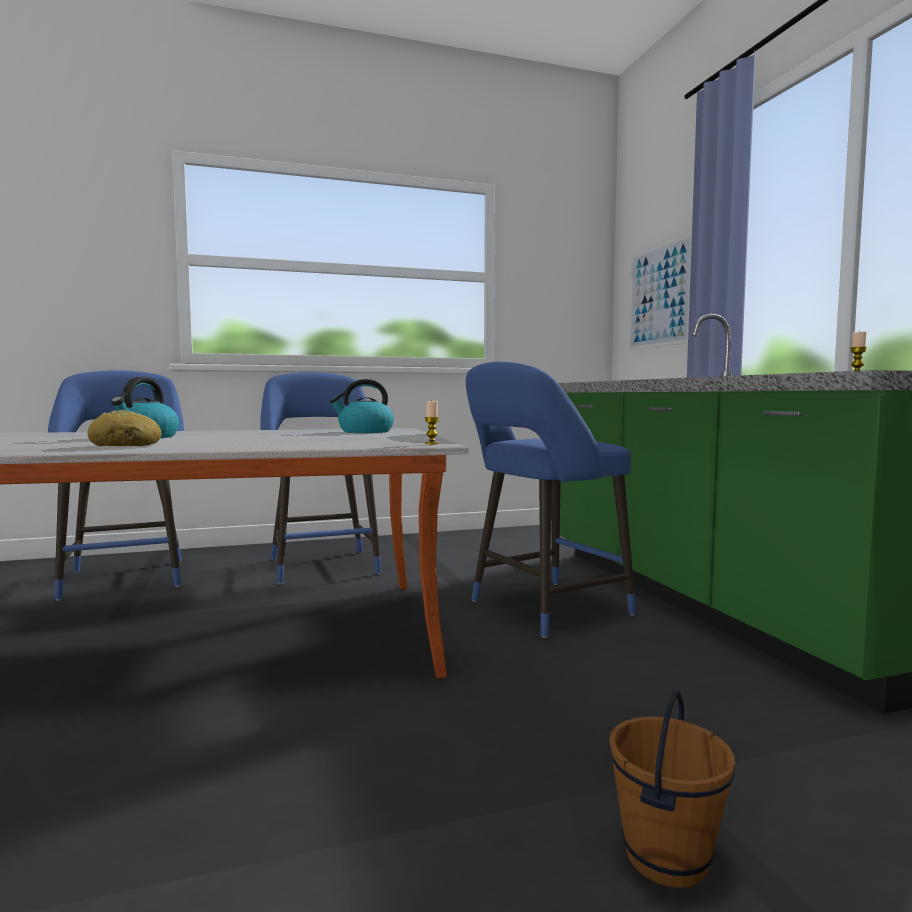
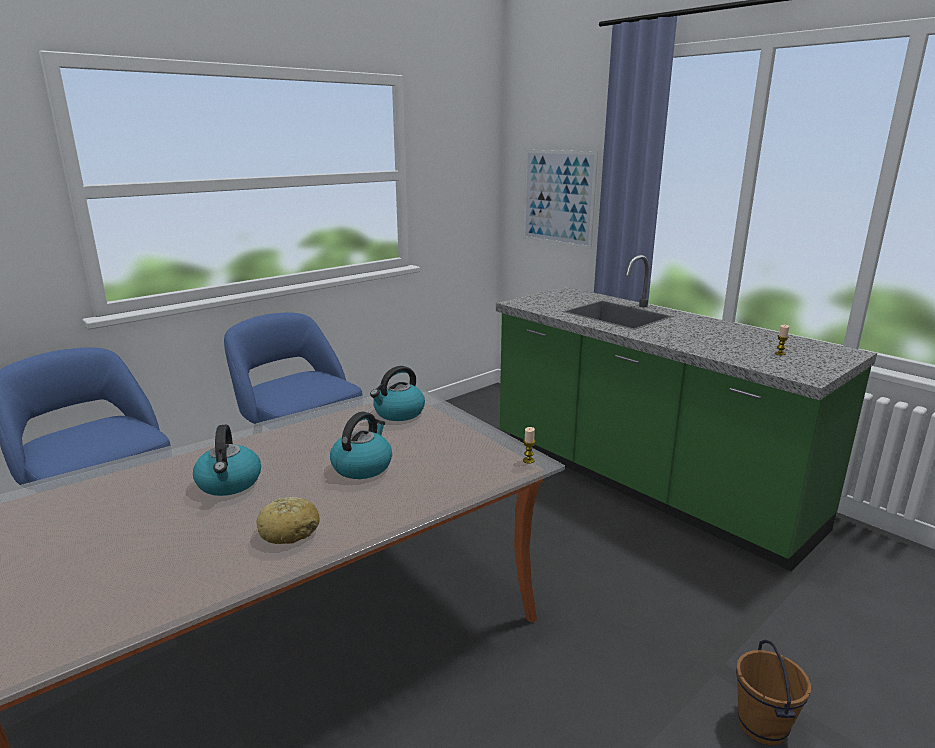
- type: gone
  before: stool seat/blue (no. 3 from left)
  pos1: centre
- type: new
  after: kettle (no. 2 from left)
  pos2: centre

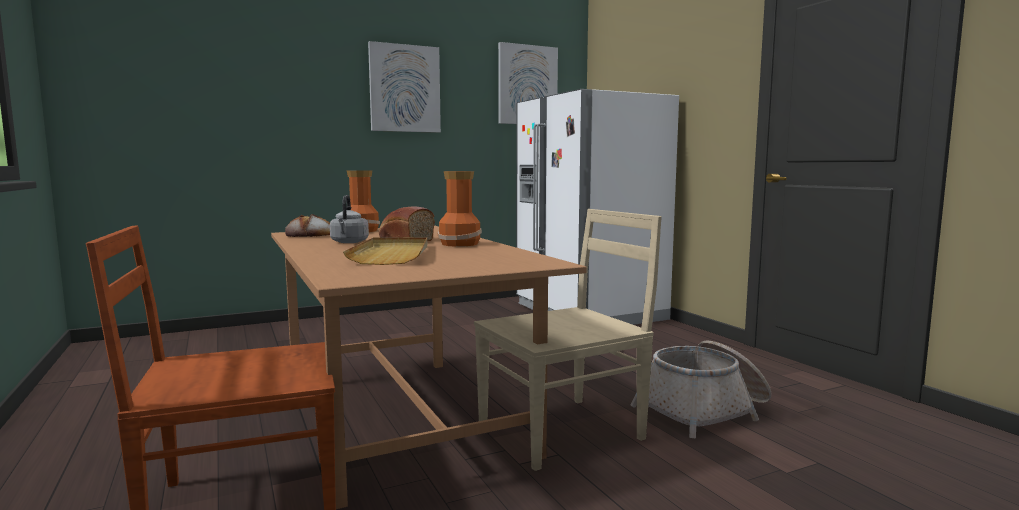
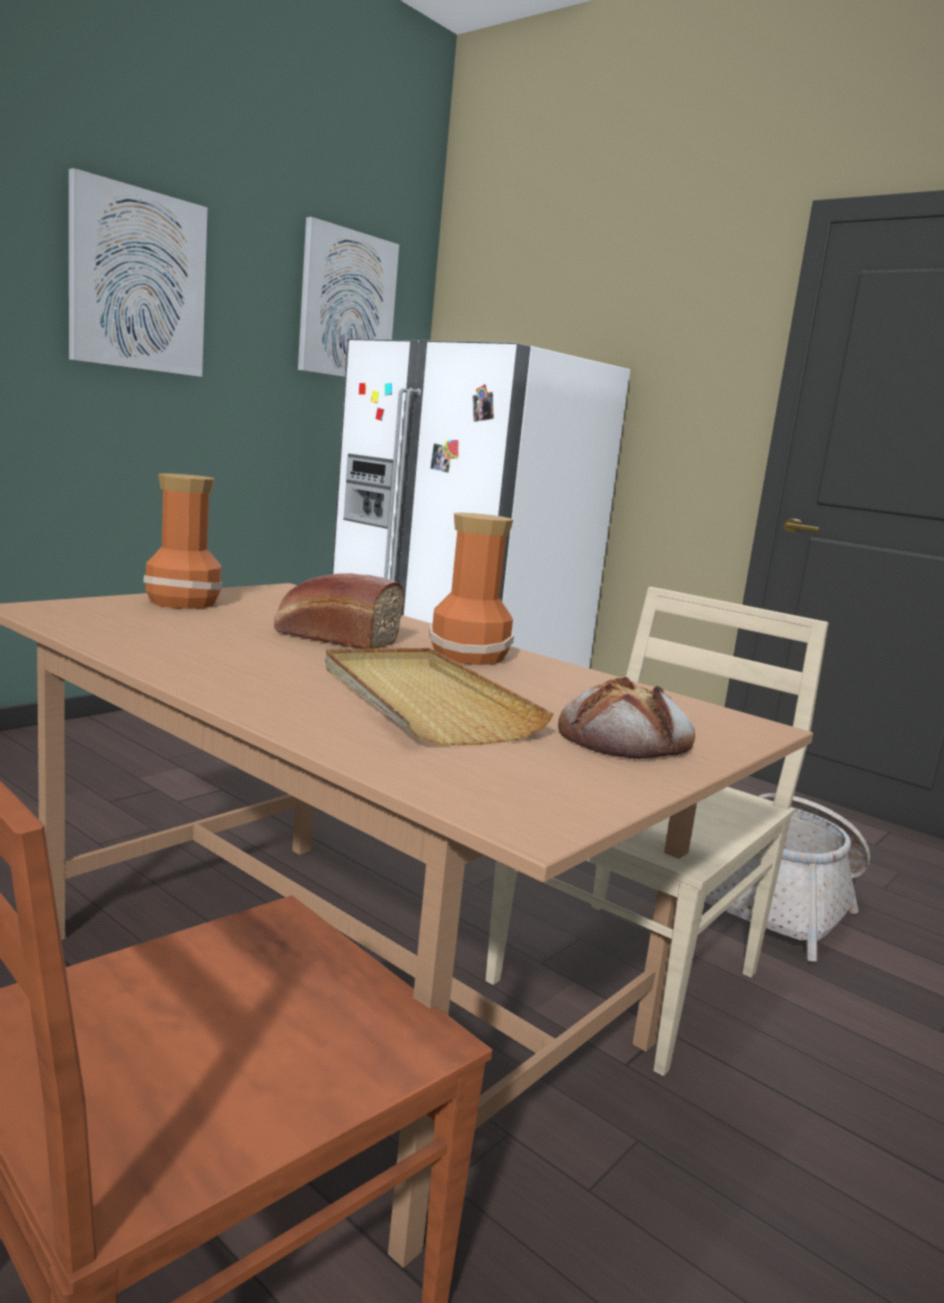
- type: gone
  before: kettle/greyish
  pos1: centre
- type: shifted
  before: bread (no. 1 from left in the first image)
  after: bread (no. 2 from left)
  pos1: middle left
  pos2: centre

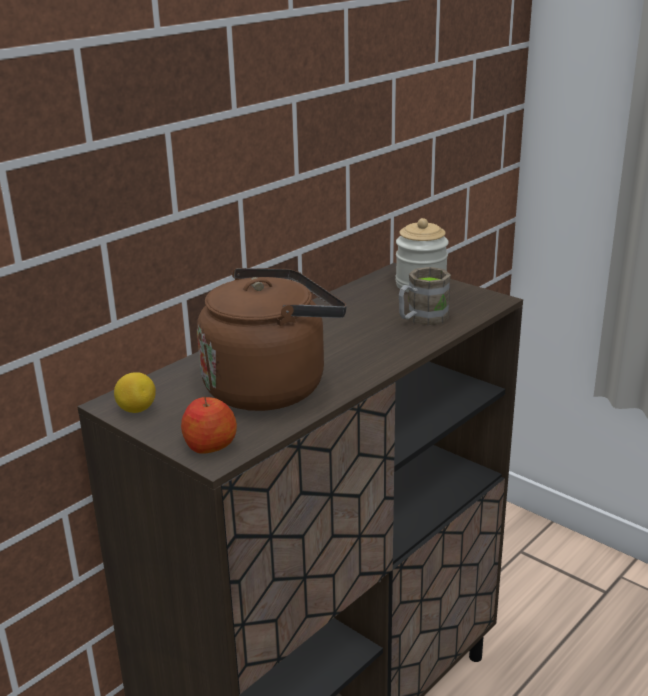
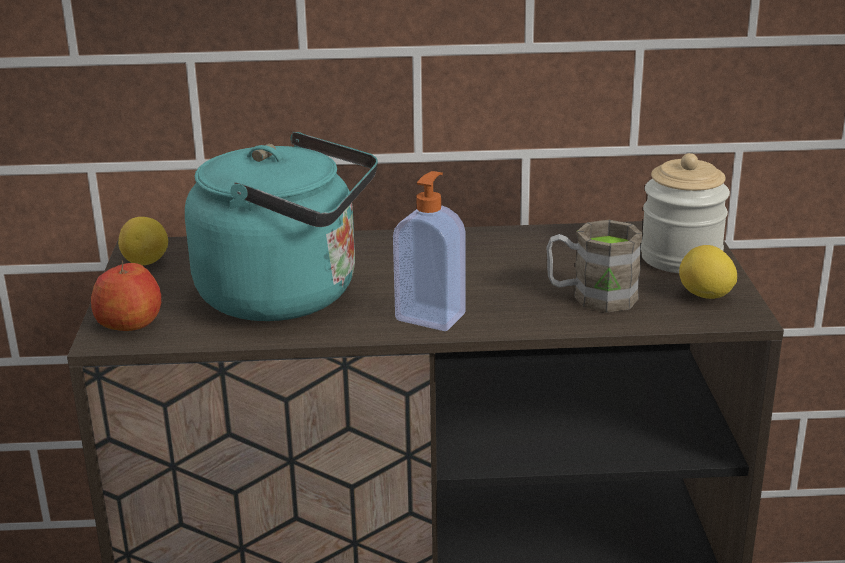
- type: new
  after: soap dispenser
  pos2: centre
- type: new
  after: lemon (no. 2 from left)
  pos2: middle right
- type: repainted
  before: kettle/brown-coloured
  after: kettle/blue-green
  pos1: centre
  pos2: middle left

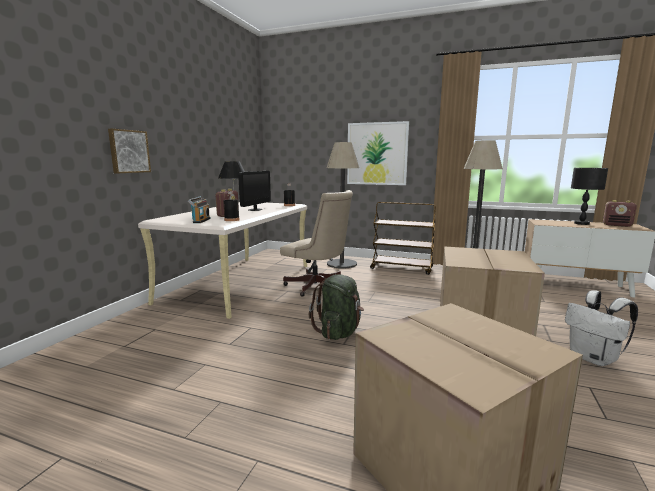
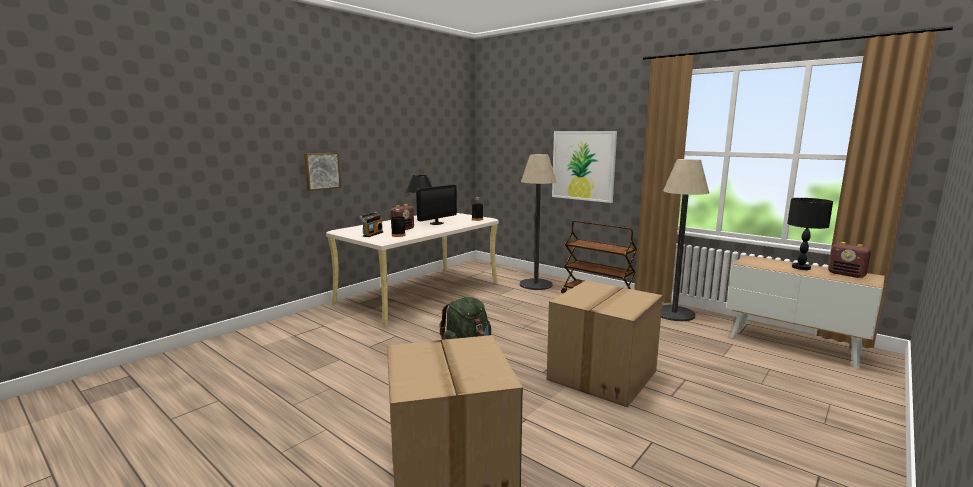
- type: gone
  before: office chair/sand-coloured
  pos1: centre
- type: gone
  before: backpack/white-coloured
  pos1: bottom right

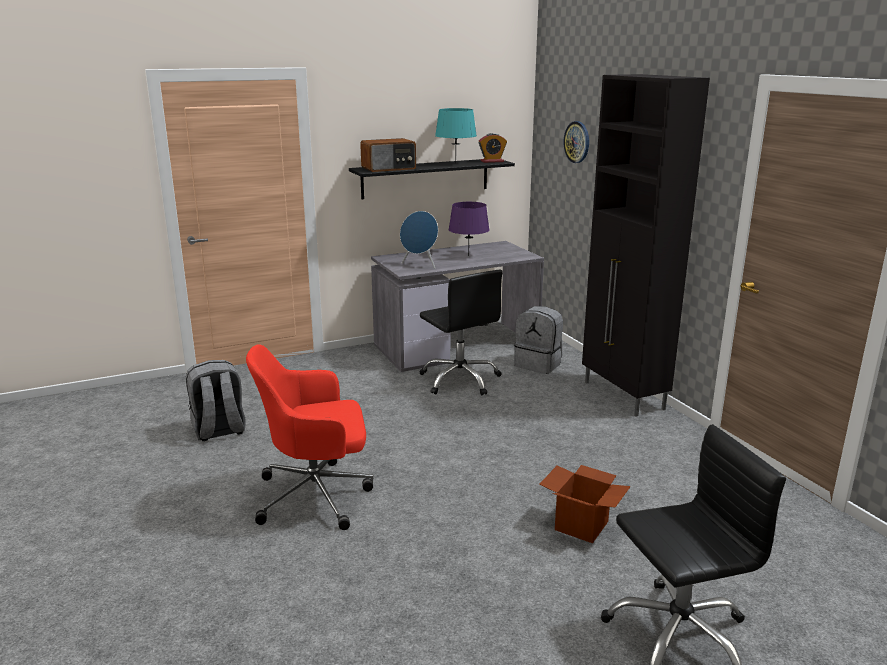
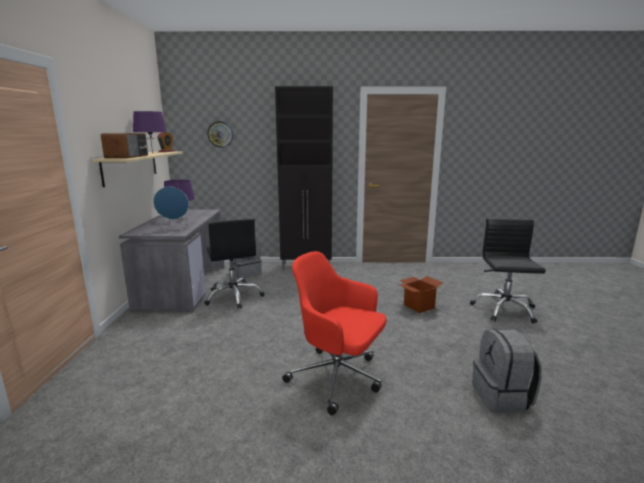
- type: shifted
  before: backpack/greyish (no. 1 from left in the first image)
  after: backpack/greyish (no. 2 from left)
  pos1: middle left
  pos2: bottom right
- type: repainted
  before: wall shelf/black
  after: wall shelf/sand-coloured
  pos1: top centre
  pos2: middle left
- type: repainted
  before: table lamp/blue-green
  after: table lamp/purple (no. 1 from left)
  pos1: top centre
  pos2: top left
- type: rotated
  before: office chair/reddish
  pos1: centre
  pos2: bottom centre
  turn: 105
- type: rotated
  before: office chair/black (no. 1 from left)
  pos1: centre
  pos2: centre
  turn: 75

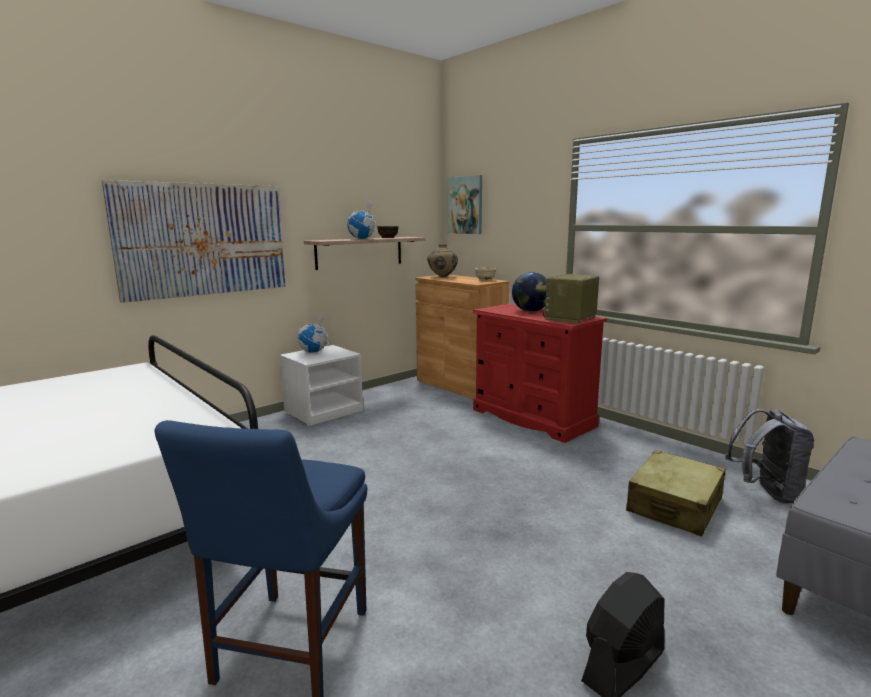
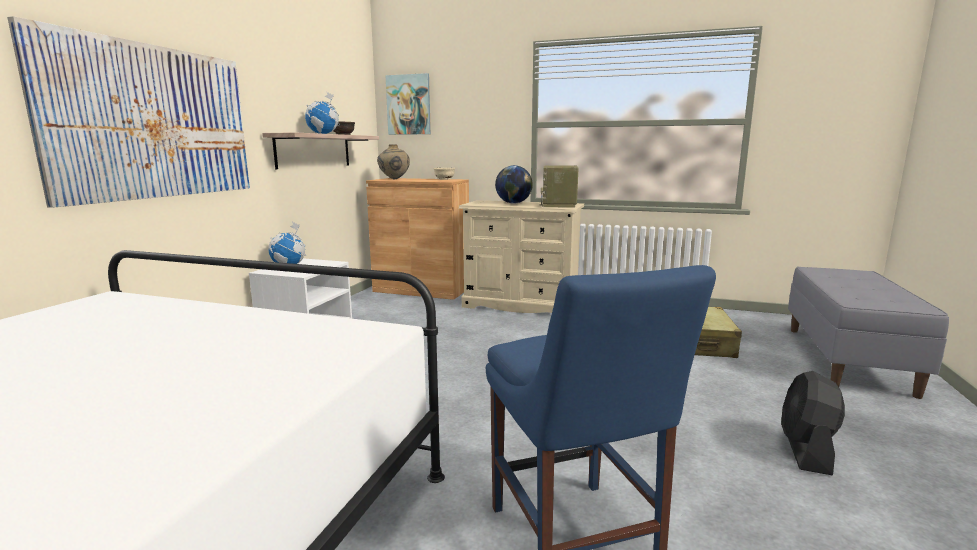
- type: gone
  before: backpack/greyish
  pos1: middle right
- type: repainted
  before: chest of drawers/reddish
  after: chest of drawers/sand-coloured
  pos1: centre
  pos2: centre

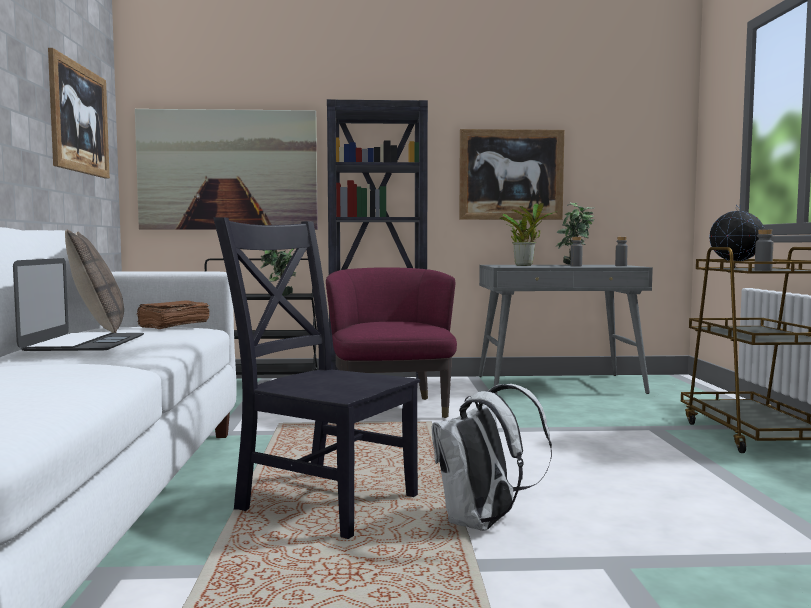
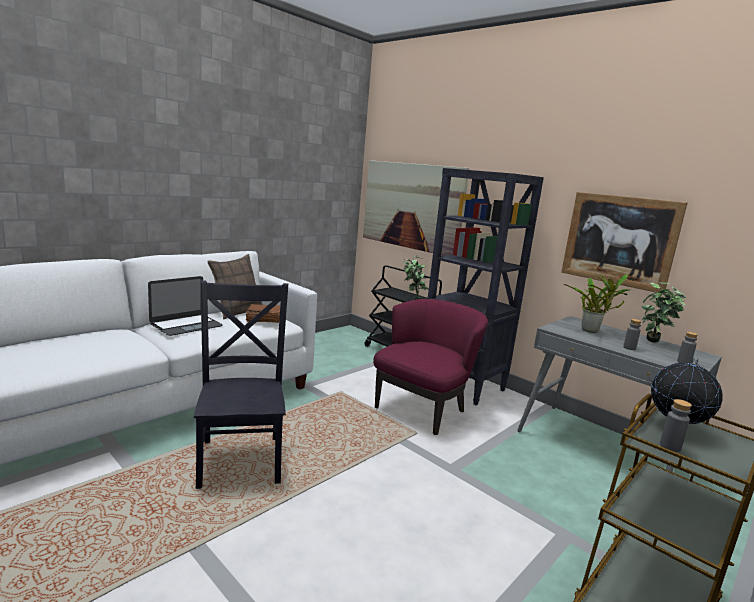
- type: gone
  before: wall art (no. 1 from left)
  pos1: top left
- type: gone
  before: backpack/white-coloured
  pos1: bottom centre

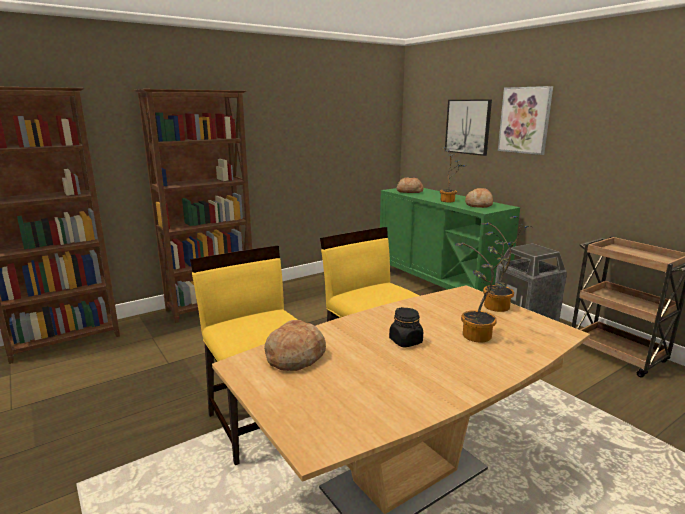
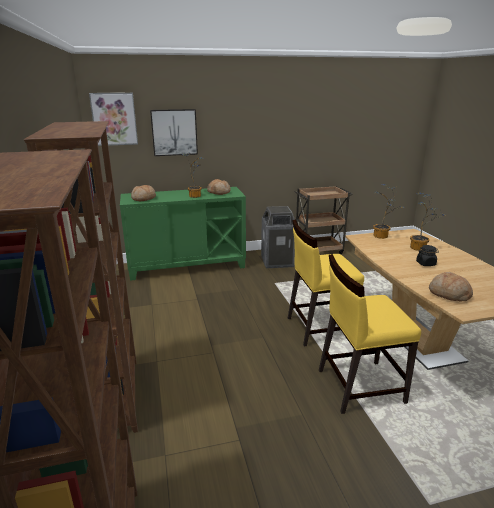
- type: shifted
  before: wall art (no. 2 from left in the first image)
  after: wall art (no. 1 from left)
  pos1: top right
  pos2: top left

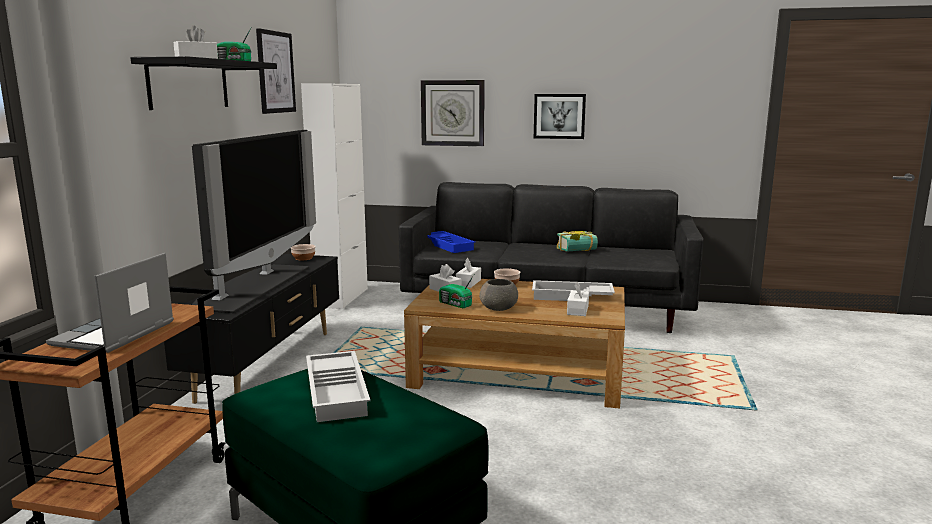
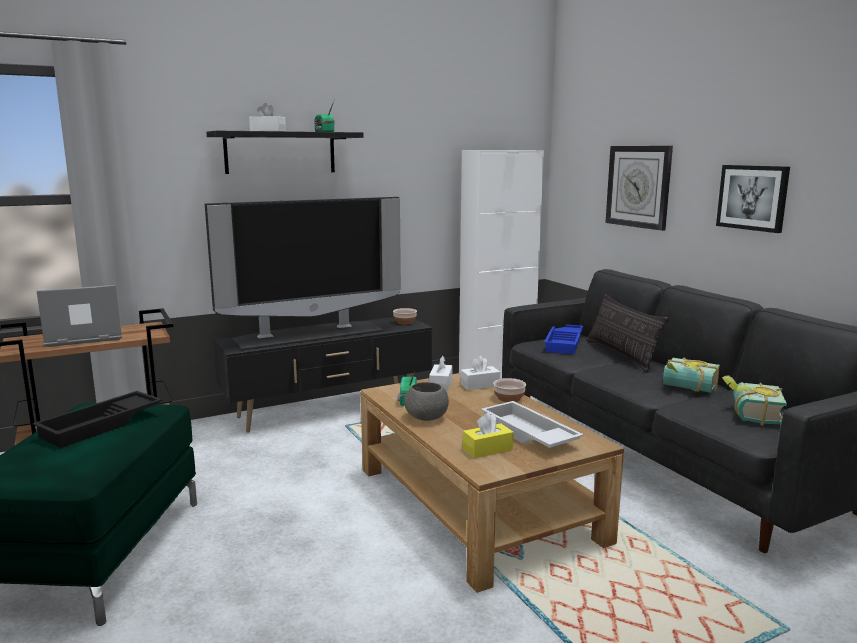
- type: gone
  before: wall art (no. 1 from left)
  pos1: top left
- type: new
  after: throw pillow
  pos2: middle right
- type: new
  after: book (no. 2 from left)
  pos2: middle right
- type: repainted
  before: tray/white-coloured (no. 1 from left)
  after: tray/black
  pos1: bottom centre
  pos2: middle left
- type: repainted
  before: tissue box/white-coloured (no. 4 from left)
  after: tissue box/yellowish
  pos1: centre
  pos2: bottom centre

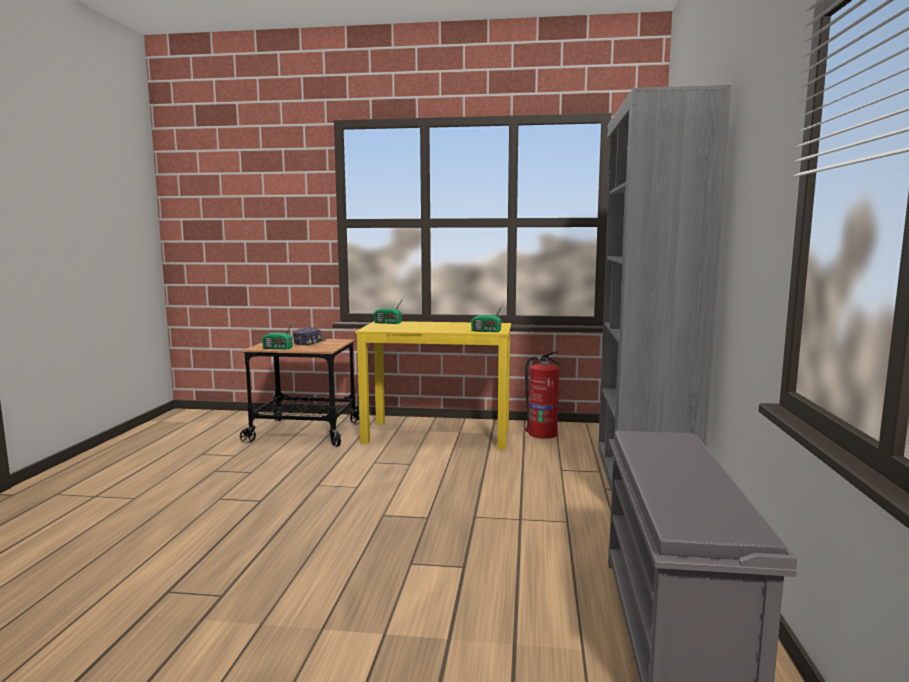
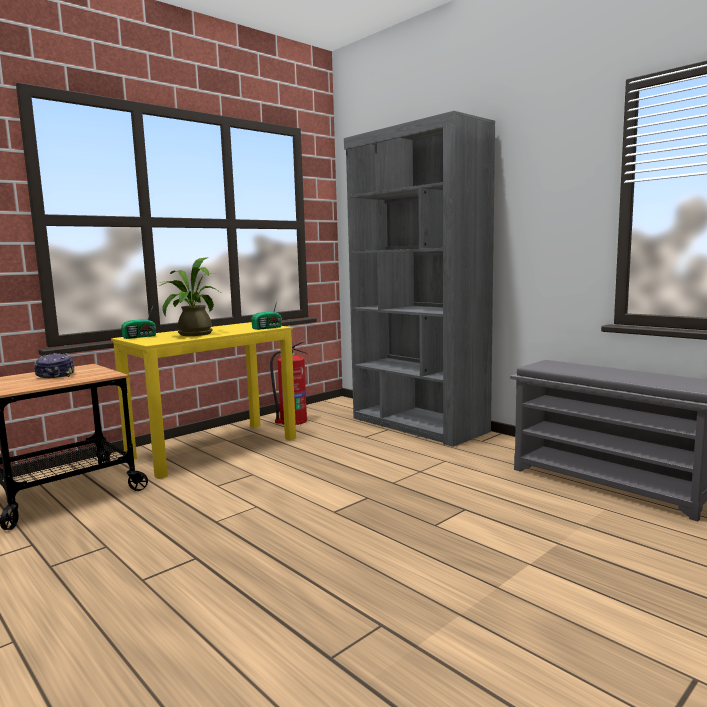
- type: gone
  before: radio (no. 1 from left)
  pos1: middle left
- type: new
  after: houseplant
  pos2: middle left

